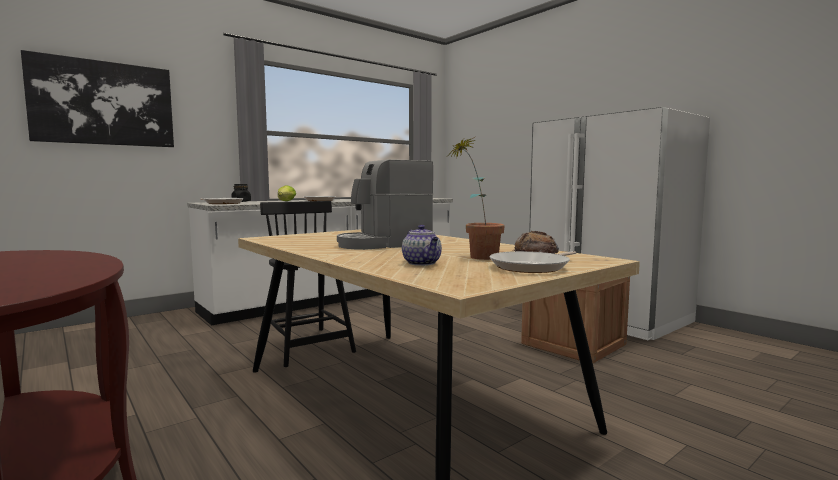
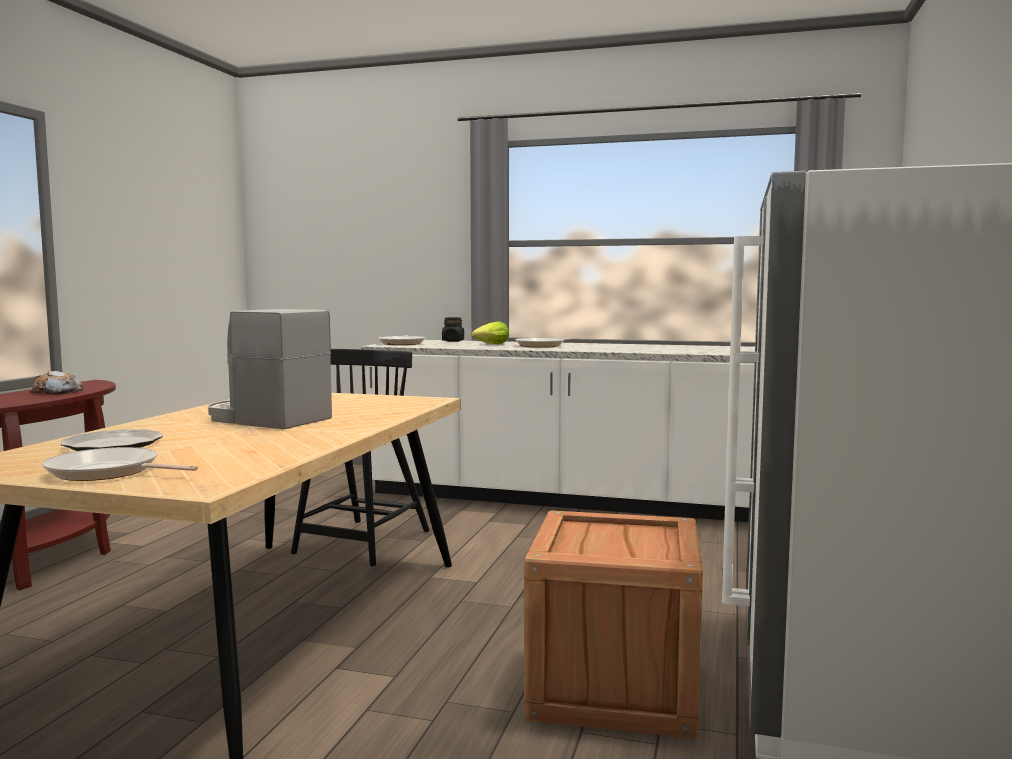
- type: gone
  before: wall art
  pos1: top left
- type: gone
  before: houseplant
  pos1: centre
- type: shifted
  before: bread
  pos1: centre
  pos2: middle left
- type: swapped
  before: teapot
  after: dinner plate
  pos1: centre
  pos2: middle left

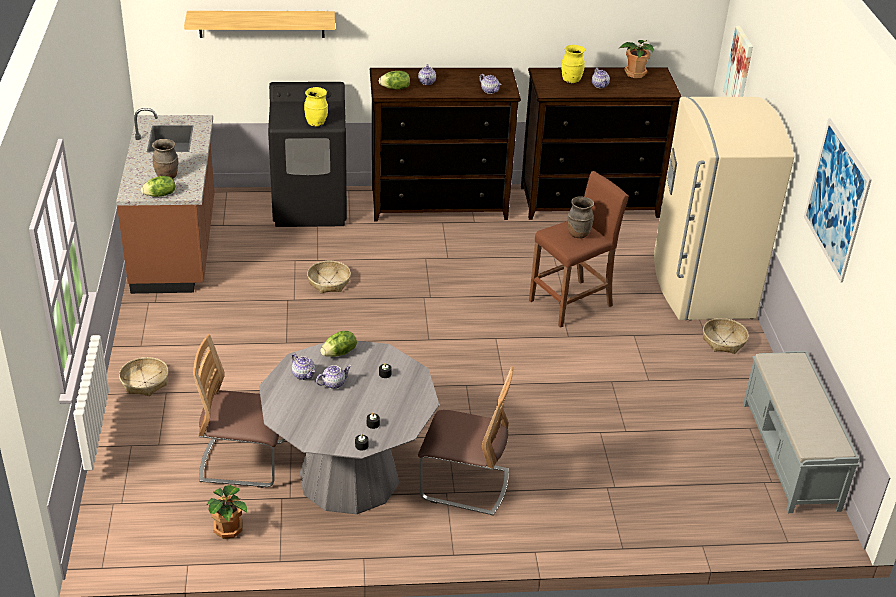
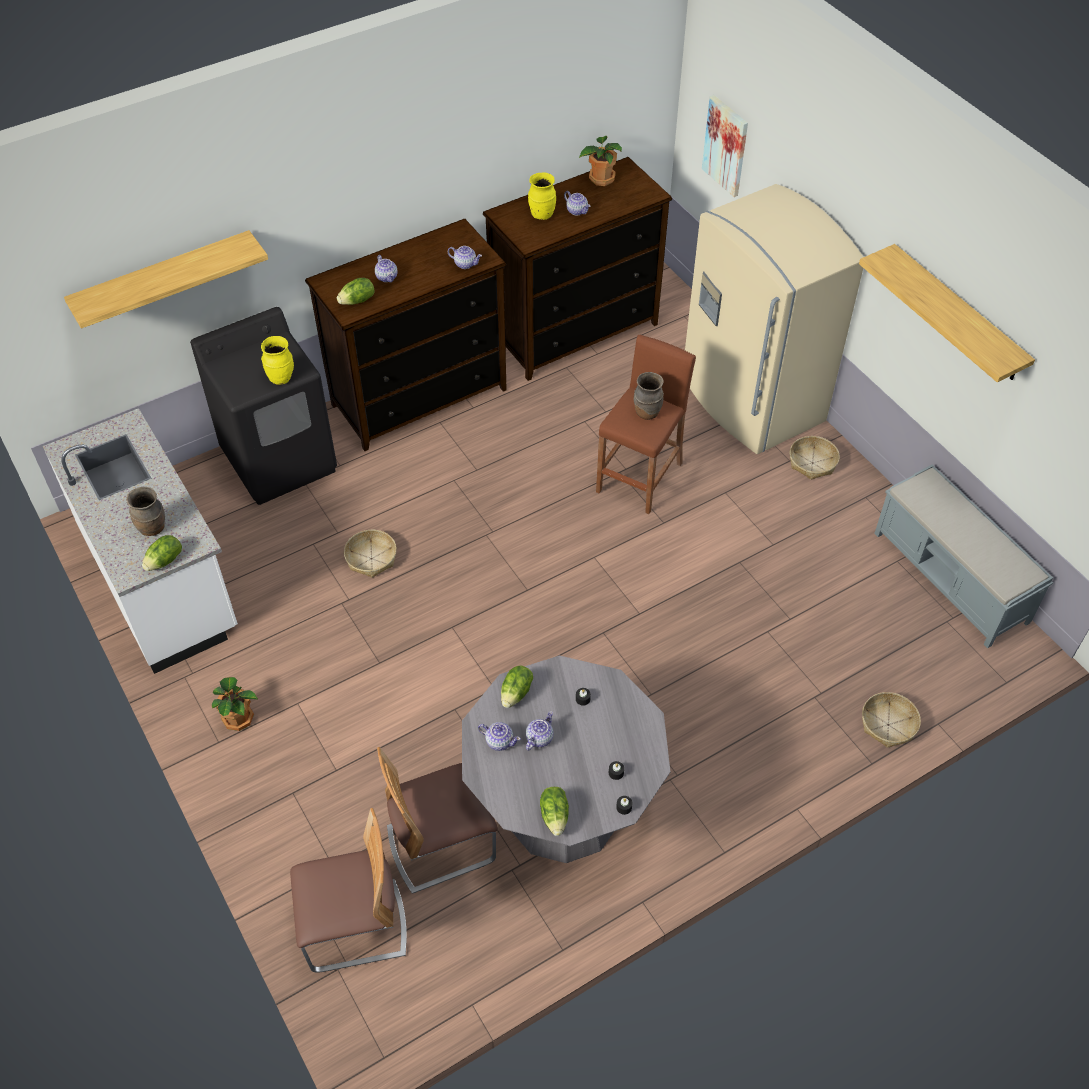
- type: new
  after: lettuce head (no. 4 from left)
  pos2: bottom centre
- type: shifted
  before: household basket (no. 1 from left in the first image)
  after: household basket (no. 3 from left)
  pos1: middle left
  pos2: middle right
- type: shifted
  before: houseplant (no. 1 from left)
  pos1: bottom left
  pos2: middle left
- type: shifted
  before: plain chair (no. 2 from left in the first image)
  after: plain chair (no. 1 from left)
  pos1: bottom centre
  pos2: bottom left
- type: swapped
  before: wall art (no. 2 from left)
  after: wall shelf (no. 2 from left)
  pos1: middle right
  pos2: top right
- type: repainted
  before: counter/brown-coloured
  after: counter/white-coloured
  pos1: middle left
  pos2: middle left

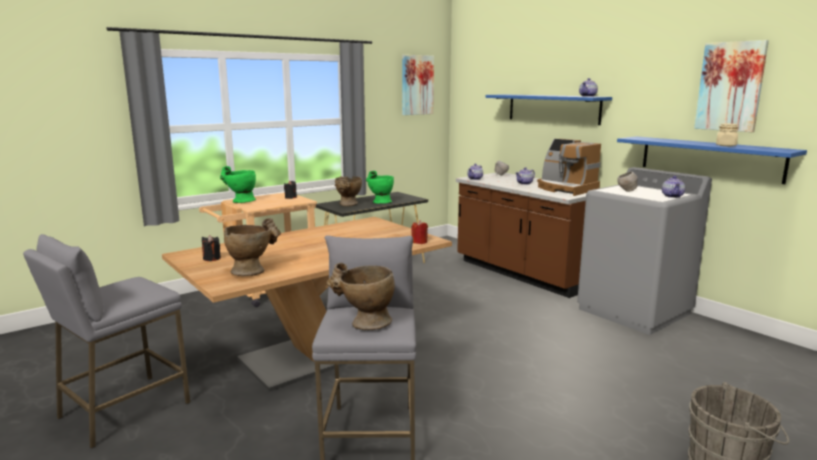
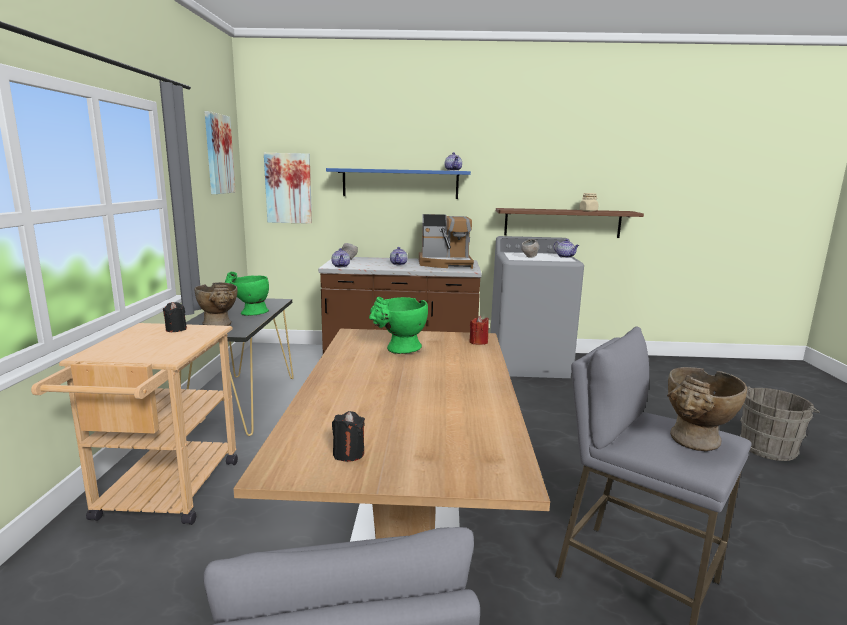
- type: gone
  before: vase/sand-coloured (no. 1 from left)
  pos1: middle left
- type: shifted
  before: vase/green (no. 1 from left in the first image)
  after: vase/green (no. 2 from left)
  pos1: middle left
  pos2: centre
- type: shifted
  before: wall art (no. 2 from left)
  pos1: top right
  pos2: top centre
- type: repainted
  before: wall shelf/blue (no. 2 from left)
  after: wall shelf/brown-coloured
  pos1: middle right
  pos2: middle right

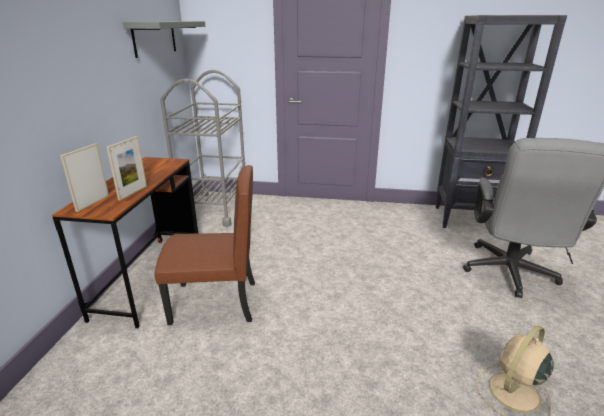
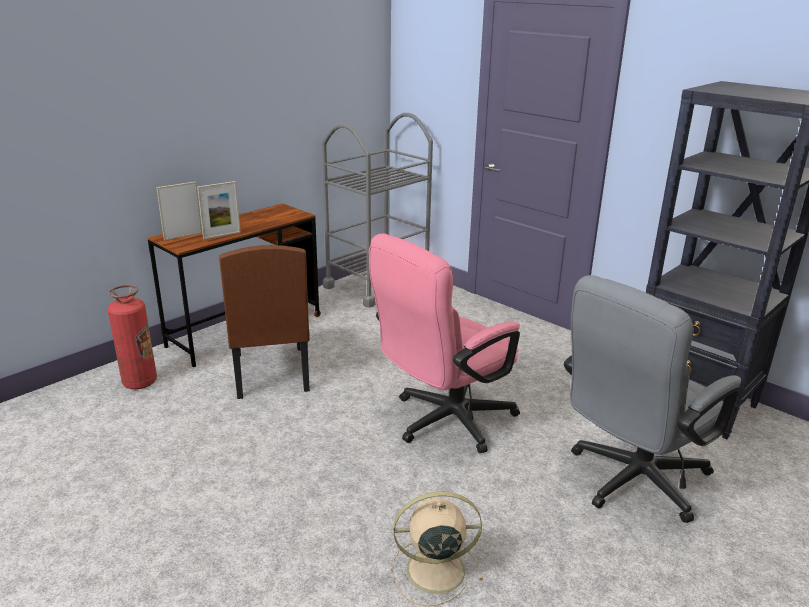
- type: gone
  before: wall shelf/greyish
  pos1: top left
- type: new
  after: fire extinguisher
  pos2: middle left
- type: new
  after: office chair/pink
  pos2: centre
- type: rotated
  before: plain chair/brown-coloured
  pos1: centre
  pos2: middle left
  turn: 45

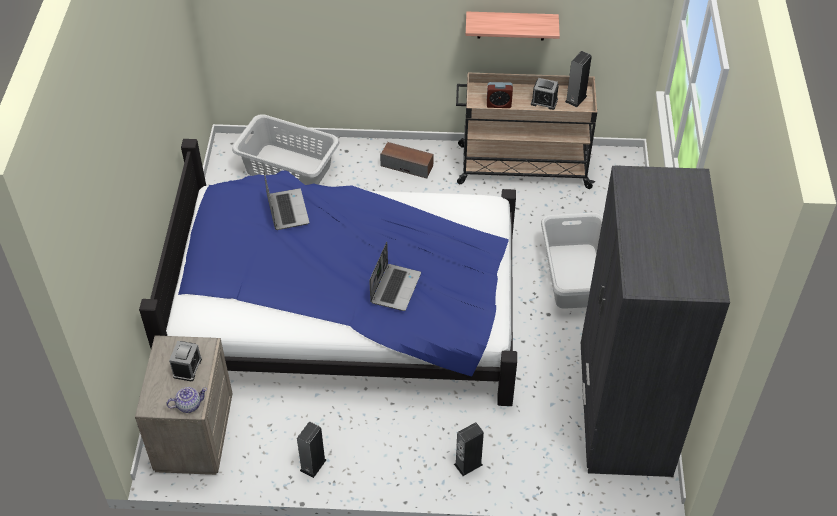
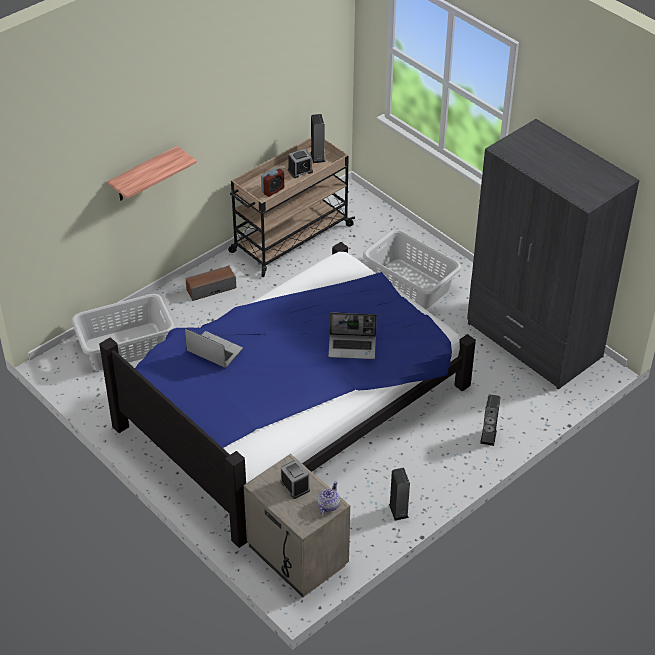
- type: shifted
  before: wall shelf
  pos1: top centre
  pos2: top left
- type: rotated
  before: laptop (no. 2 from left)
  pos1: centre
  pos2: centre
  turn: 120

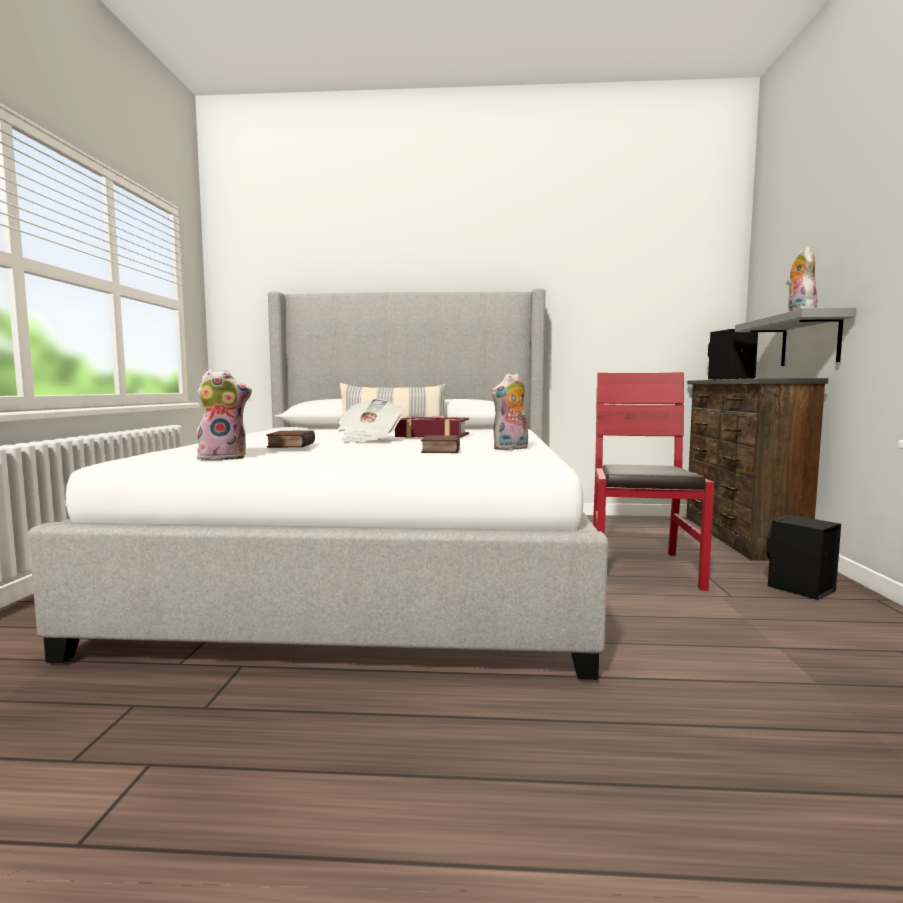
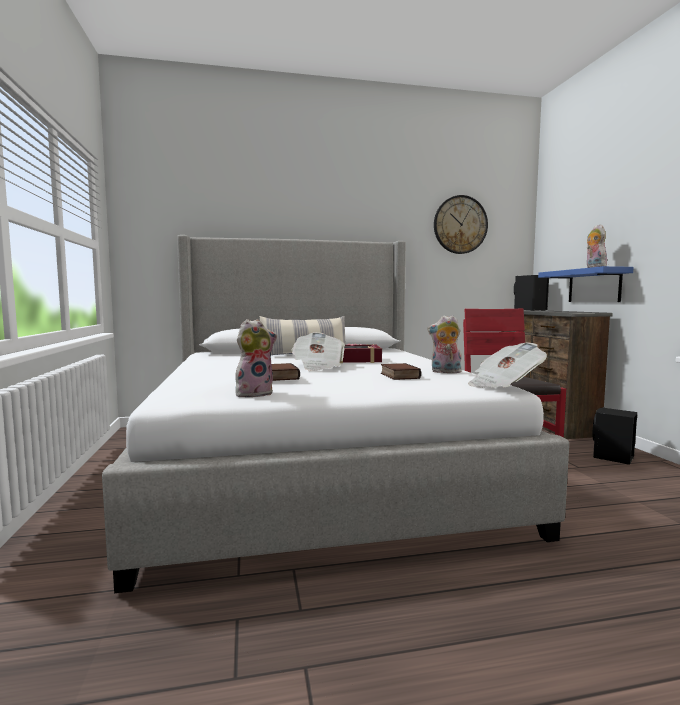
- type: new
  after: hanging clock
  pos2: top right
- type: new
  after: printed paper (no. 2 from left)
  pos2: middle right
- type: repainted
  before: wall shelf/greyish
  after: wall shelf/blue
  pos1: middle right
  pos2: middle right
- type: rotated
  before: cuddly toy (no. 2 from left)
  pos1: centre
  pos2: centre
  turn: 60

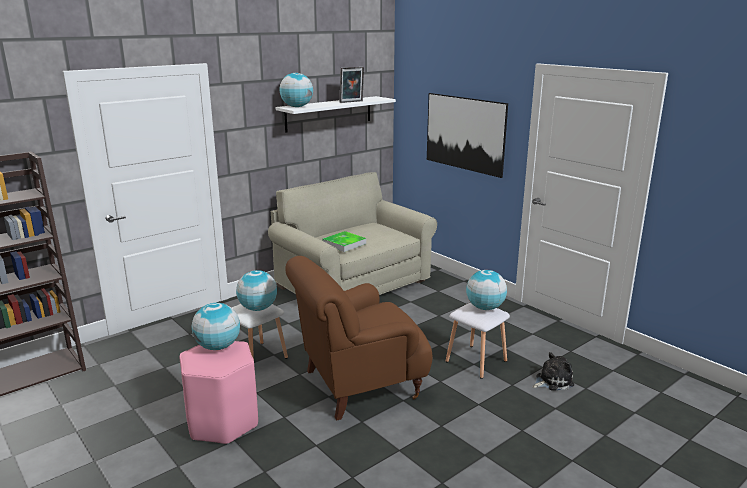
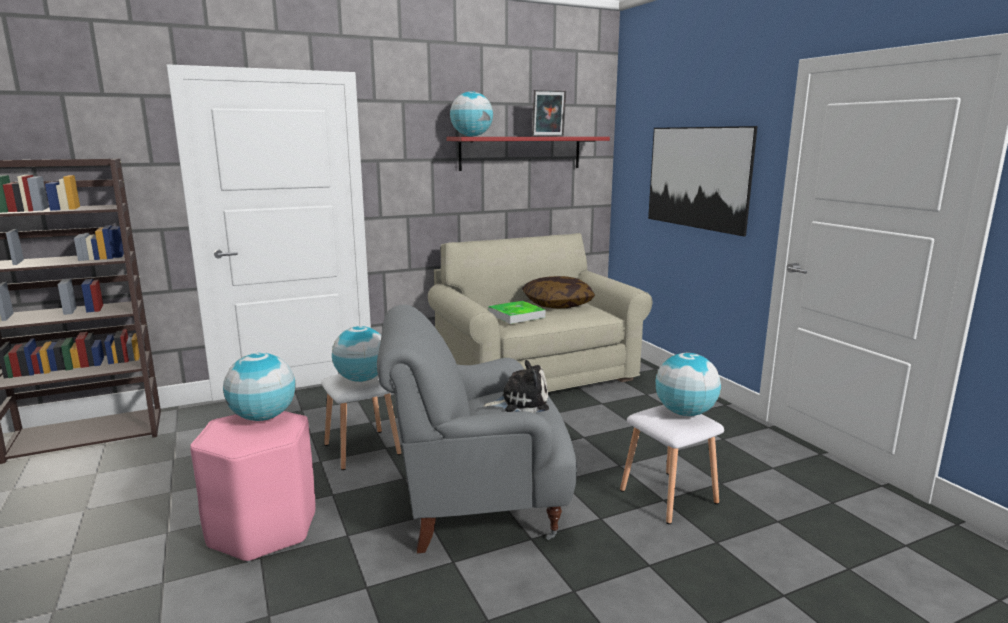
- type: new
  after: throw pillow
  pos2: centre
- type: shifted
  before: cuddly toy
  pos1: bottom right
  pos2: centre
- type: repainted
  before: wall shelf/white-coloured
  after: wall shelf/reddish
  pos1: top centre
  pos2: top centre
- type: repainted
  before: lounge chair/brown-coloured
  after: lounge chair/greyish
  pos1: bottom centre
  pos2: bottom centre

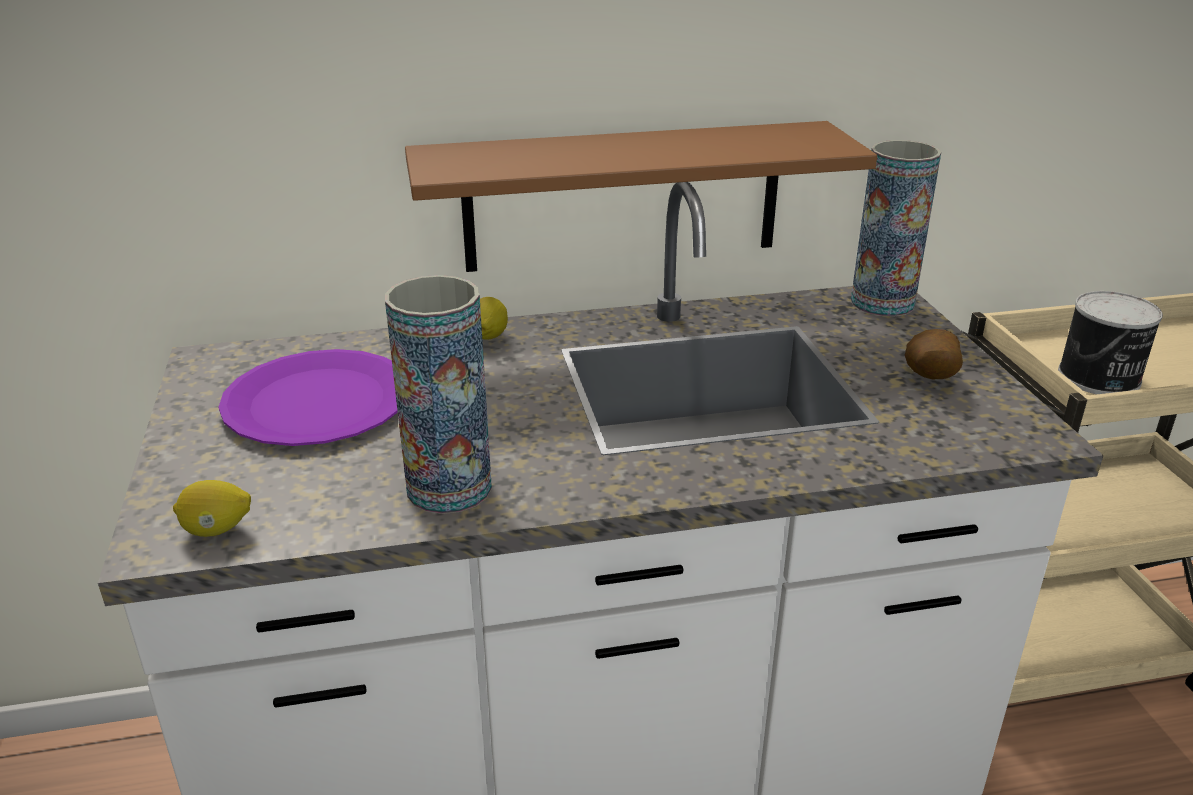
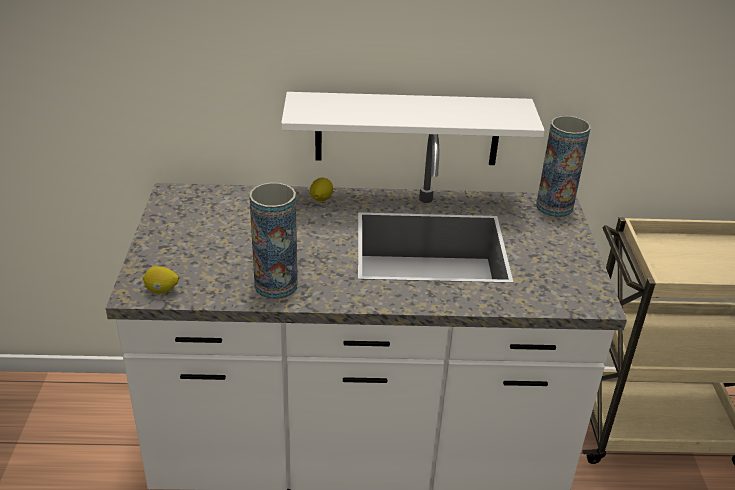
- type: gone
  before: dinner plate/purple
  pos1: middle left
- type: gone
  before: spud
  pos1: middle right
- type: gone
  before: can
  pos1: middle right
- type: repainted
  before: wall shelf/brown-coloured
  after: wall shelf/white-coloured
  pos1: top centre
  pos2: top centre

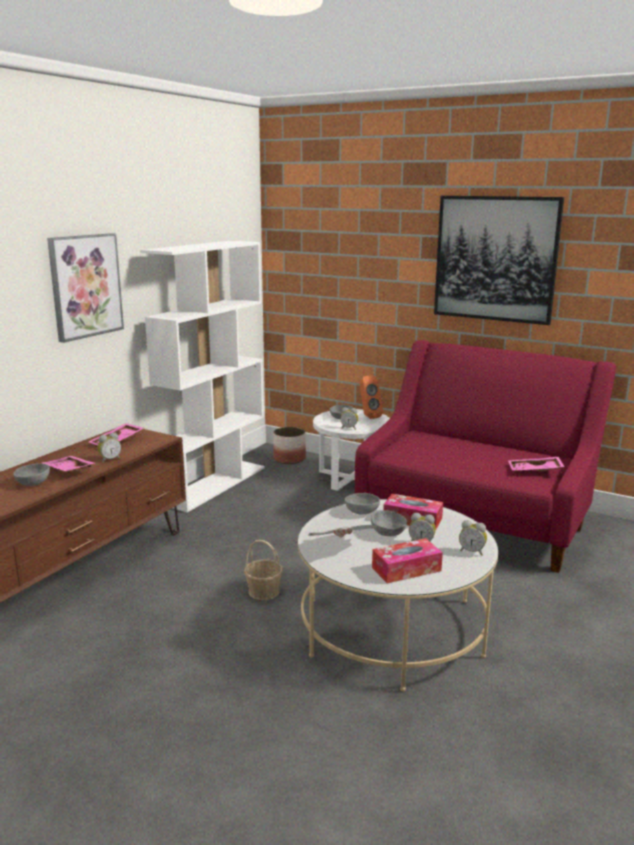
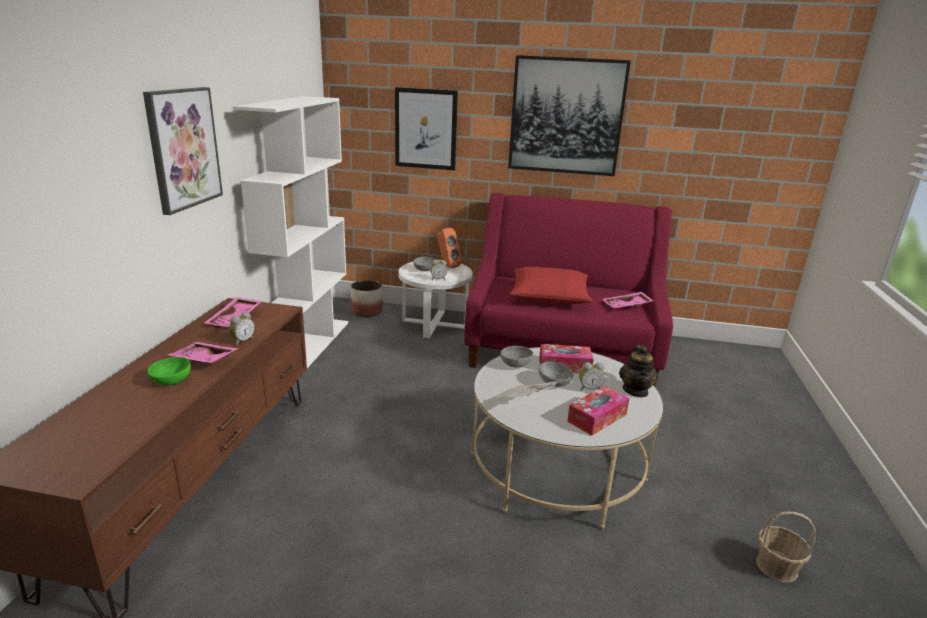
- type: new
  after: wall art (no. 2 from left)
  pos2: top centre
- type: new
  after: throw pillow/reddish
  pos2: centre
- type: shifted
  before: household basket
  pos1: bottom centre
  pos2: bottom right
- type: swapped
  before: bedside clock (no. 4 from left)
  after: teapot
  pos1: middle right
  pos2: middle right
- type: repainted
  before: bowl/greyish (no. 1 from left)
  after: bowl/green
  pos1: middle left
  pos2: middle left

